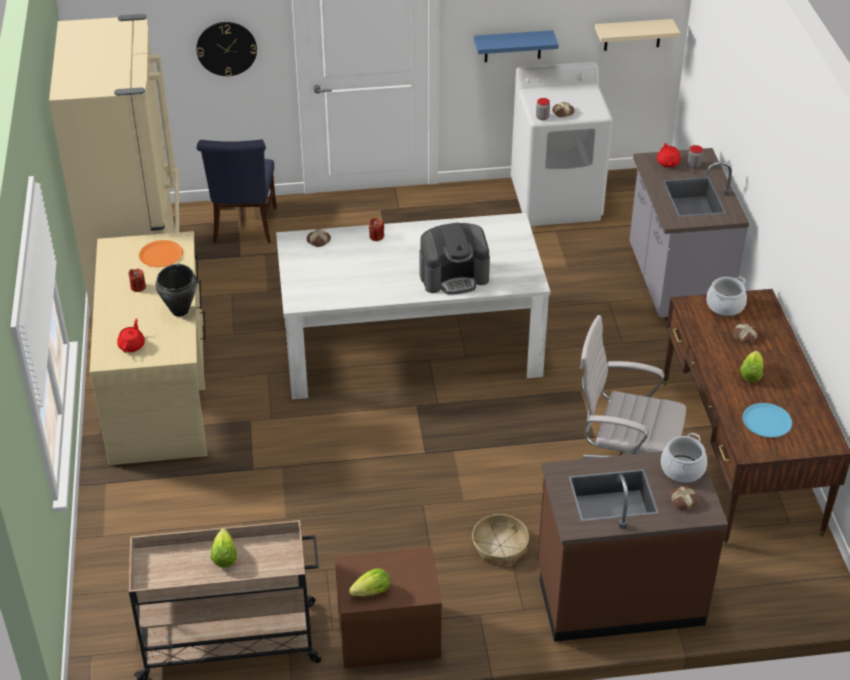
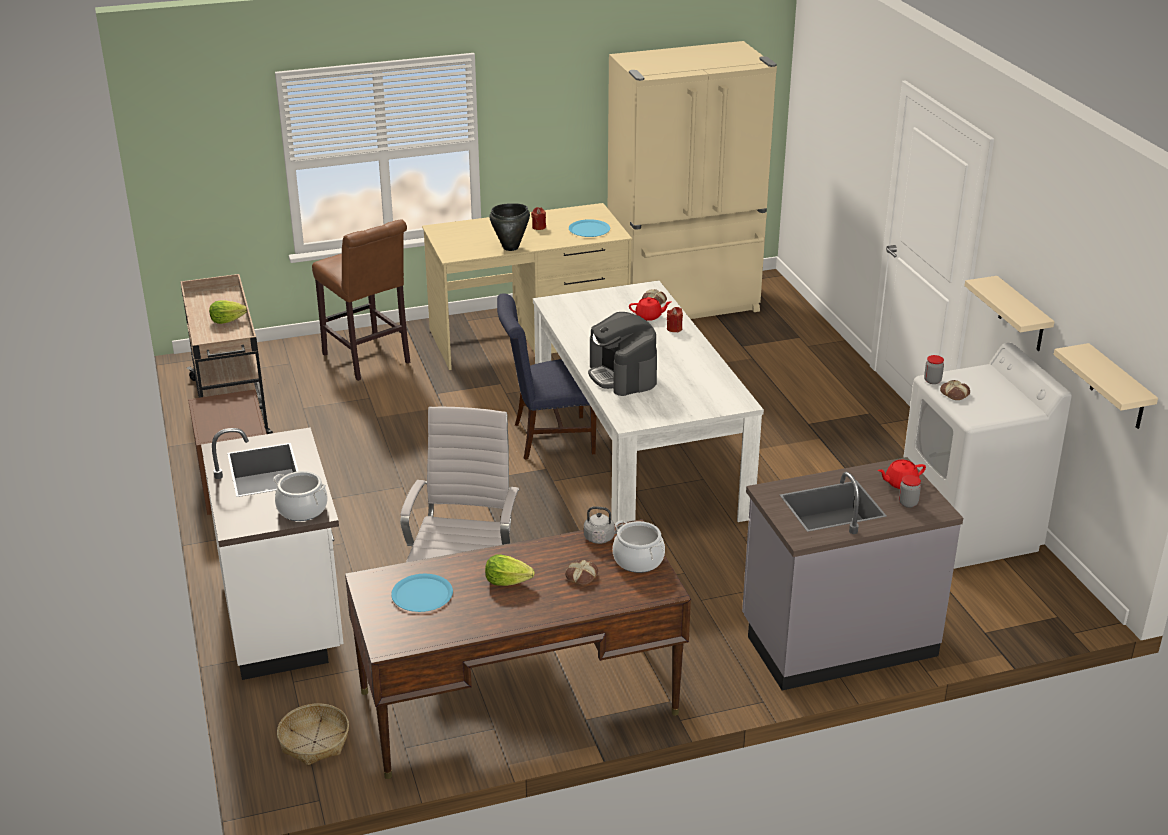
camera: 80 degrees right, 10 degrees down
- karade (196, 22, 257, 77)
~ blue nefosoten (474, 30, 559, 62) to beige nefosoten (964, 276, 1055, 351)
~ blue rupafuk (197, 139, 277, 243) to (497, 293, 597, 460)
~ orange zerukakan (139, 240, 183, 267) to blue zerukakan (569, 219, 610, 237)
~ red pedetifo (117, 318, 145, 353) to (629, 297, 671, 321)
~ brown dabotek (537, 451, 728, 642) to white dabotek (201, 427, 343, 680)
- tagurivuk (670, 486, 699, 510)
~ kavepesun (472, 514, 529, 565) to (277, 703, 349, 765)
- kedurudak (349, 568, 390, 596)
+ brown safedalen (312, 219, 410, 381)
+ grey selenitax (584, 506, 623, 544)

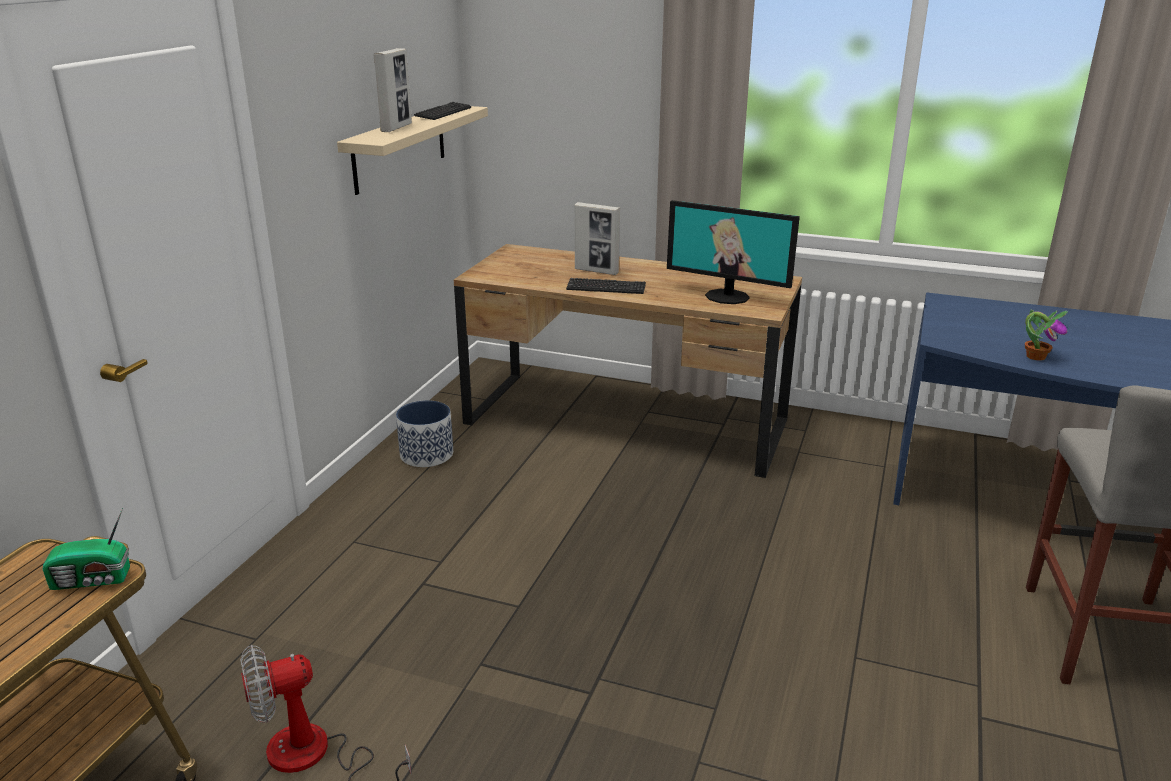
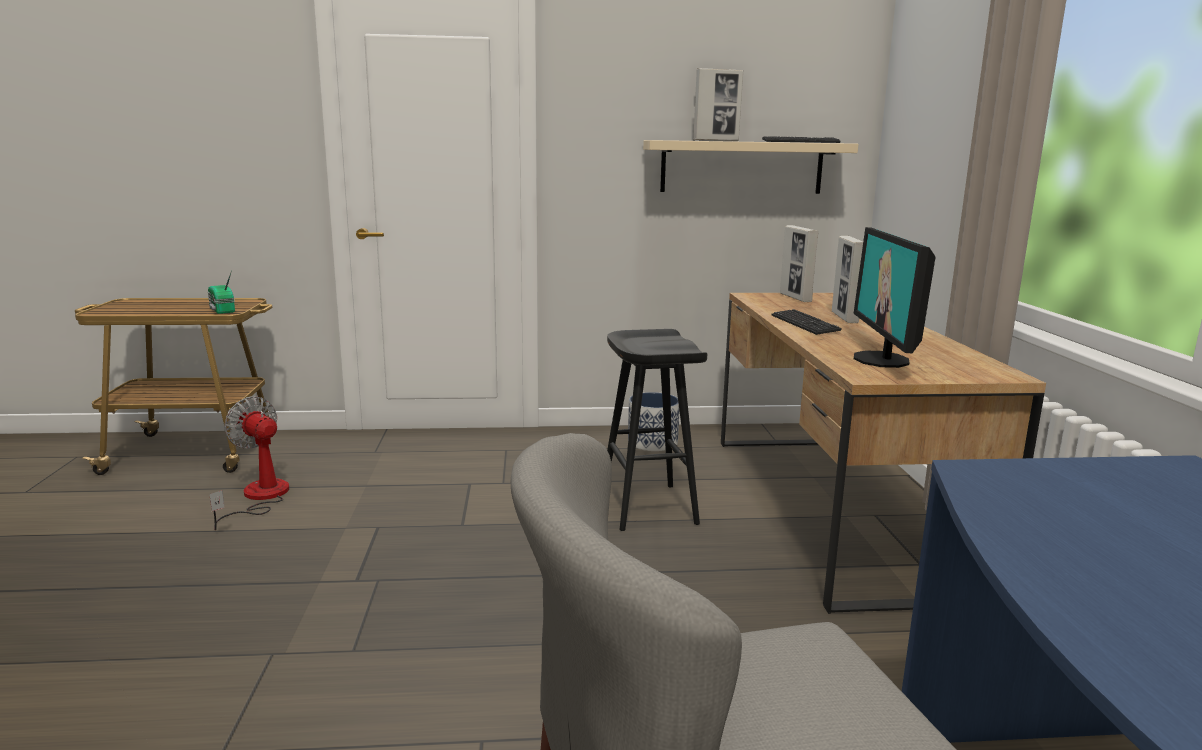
camera: 65 degrees right, 10 degrees down
- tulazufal (1025, 310, 1068, 361)
+ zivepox (780, 225, 819, 302)
+ black safedalen (607, 329, 707, 531)

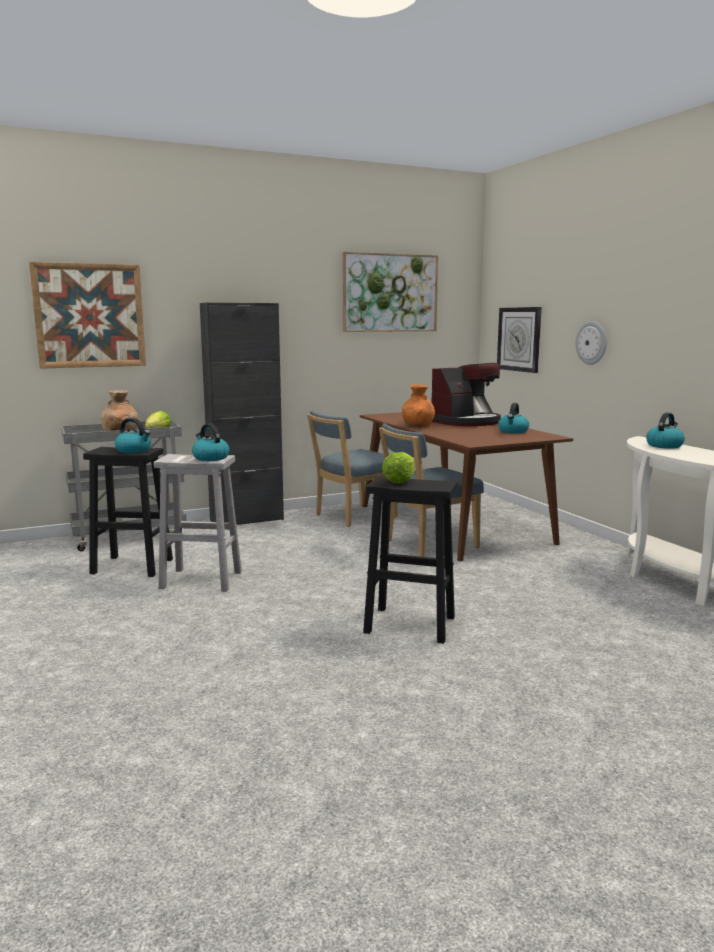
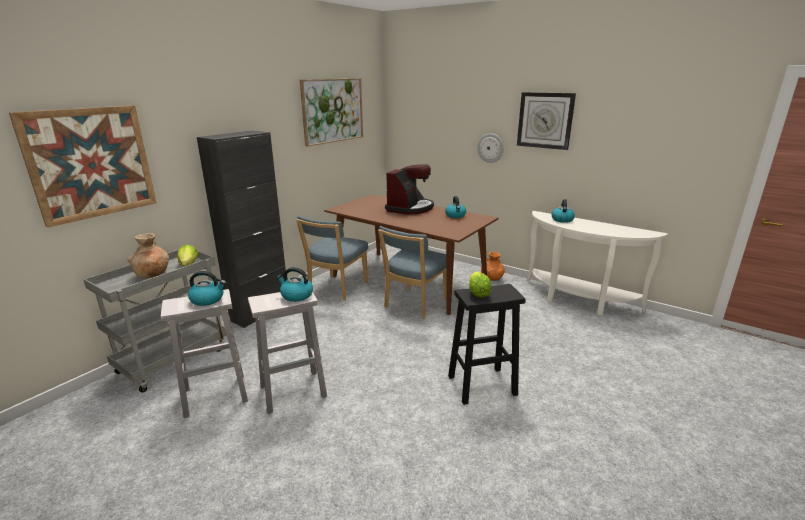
camera: 30 degrees left, 10 degrees up
~ karade (497, 307, 542, 373) to (517, 92, 576, 150)
~ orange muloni (402, 384, 435, 427) to (481, 252, 505, 281)
~ black safedalen (83, 447, 173, 577) to white safedalen (161, 289, 248, 418)

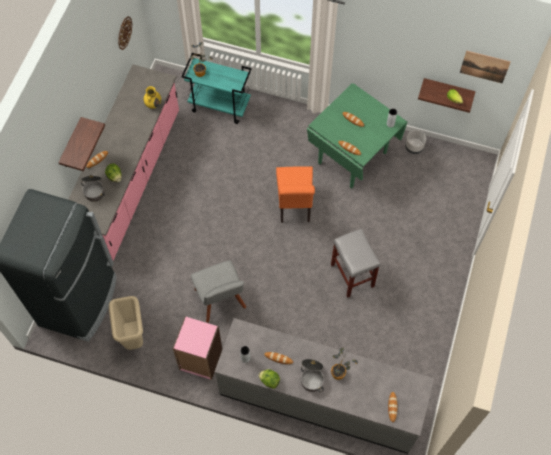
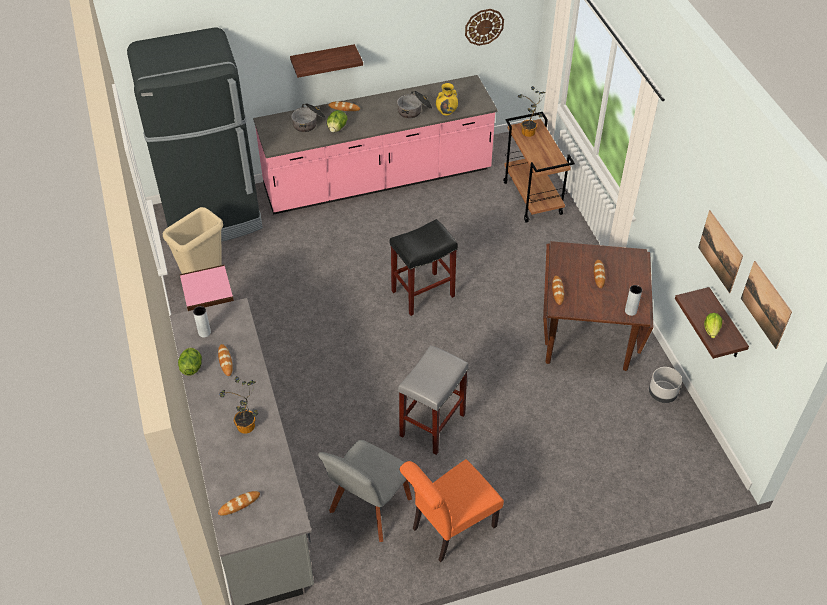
camera: 55 degrees right, 15 degrees down
~ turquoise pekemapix (181, 53, 252, 124) to brown pekemapix (503, 112, 575, 222)
~ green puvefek (307, 83, 407, 188) to brown puvefek (543, 241, 653, 371)
~ orange rupafuk (276, 166, 315, 223) to (399, 459, 504, 562)
~ grey rupafuk (191, 260, 246, 323) to (318, 440, 412, 542)
~ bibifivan (301, 359, 324, 392) to (397, 91, 432, 118)
+ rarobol (698, 210, 743, 293)
+ black safedalen (390, 219, 458, 316)

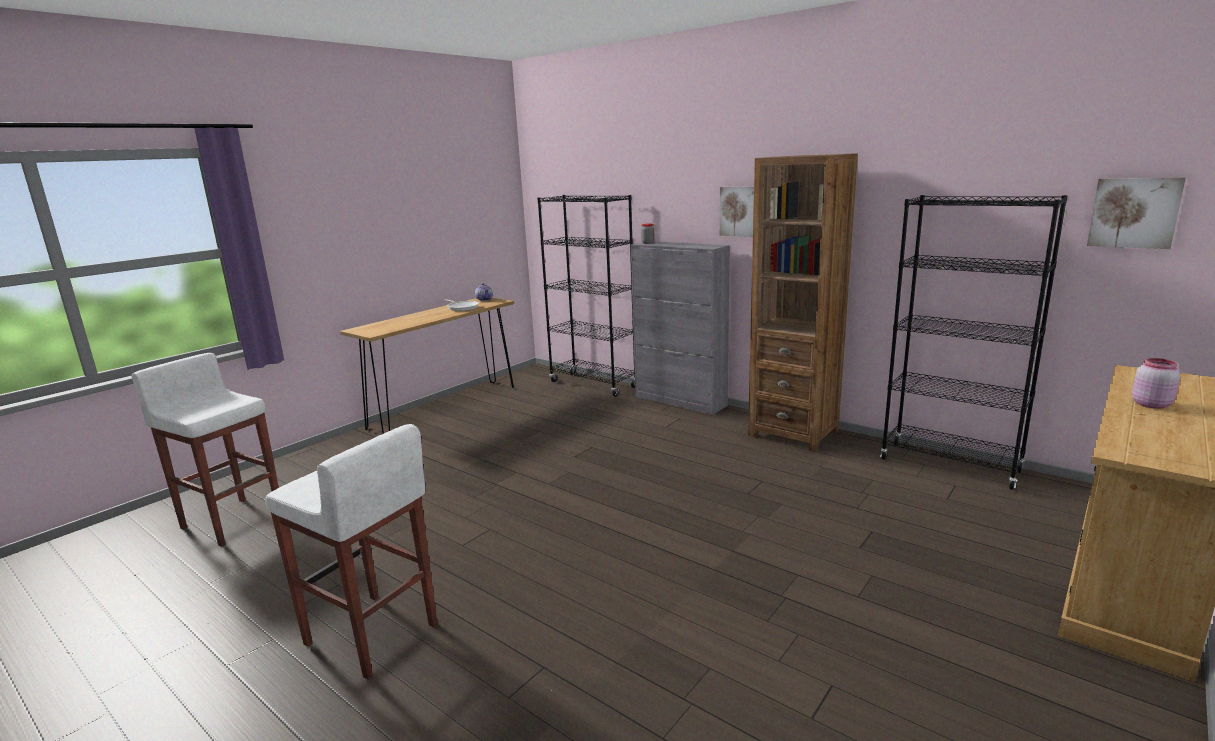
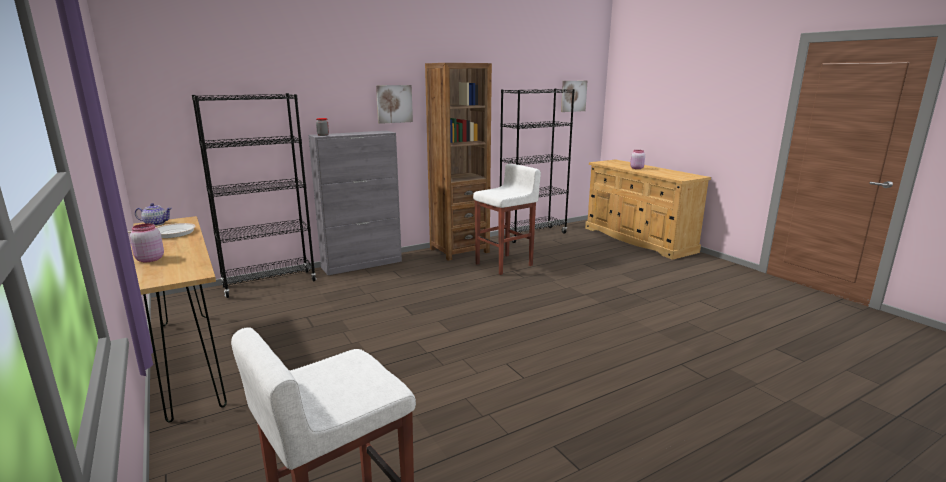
camera: 70 degrees left, 0 degrees up
~ white safedalen (265, 424, 437, 680) to (473, 164, 541, 275)
+ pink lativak (130, 223, 164, 262)

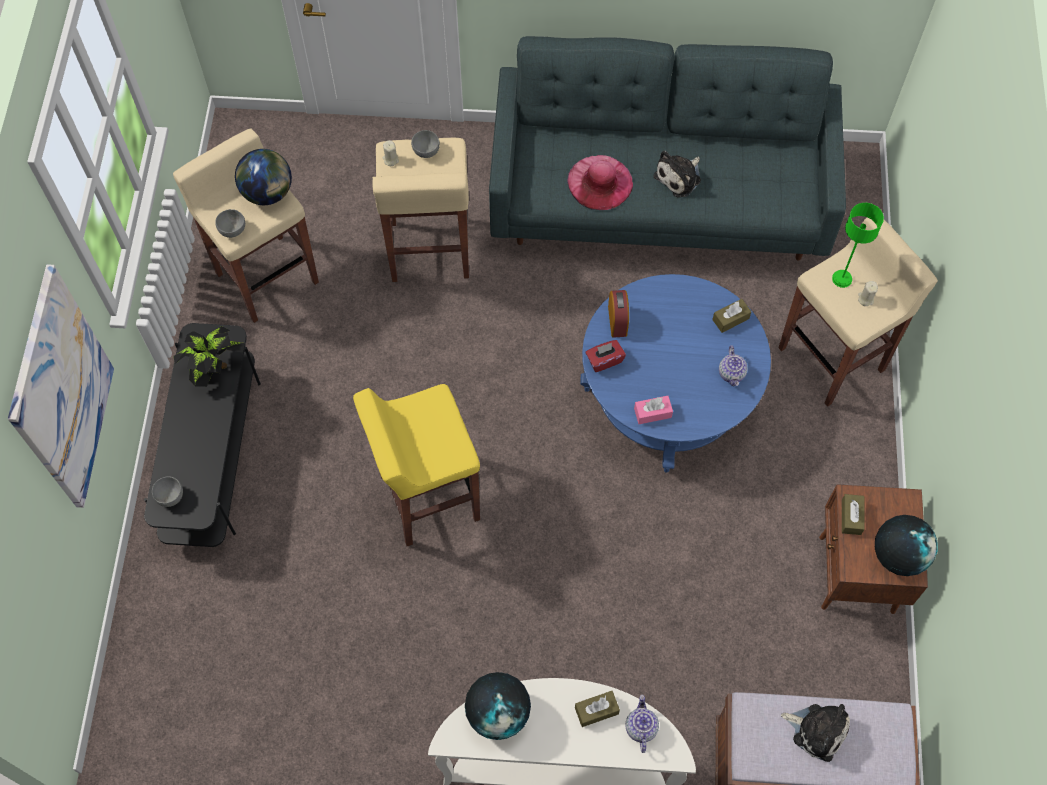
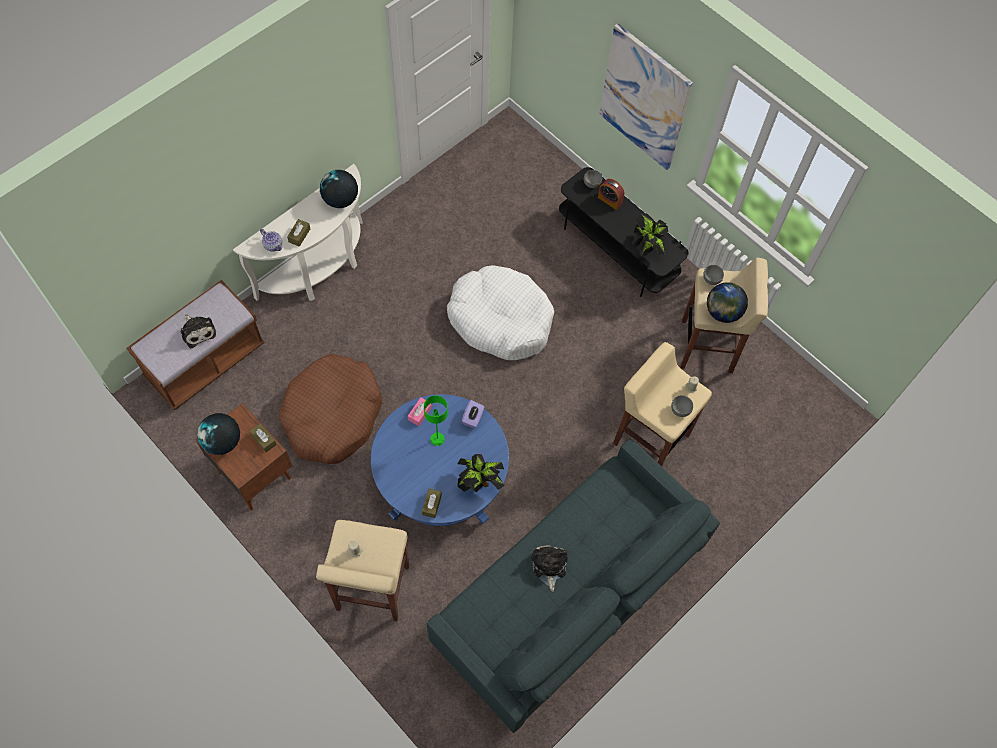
camera: 130 degrees right, 0 degrees up
- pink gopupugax (567, 155, 633, 210)
~ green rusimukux (832, 203, 884, 288) to (424, 395, 448, 446)
~ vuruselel (608, 290, 629, 338) to (598, 179, 624, 210)
~ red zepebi (585, 340, 626, 372) to purple zepebi (461, 400, 484, 428)
- pedetifo (719, 345, 748, 387)
~ yellow safedalen (353, 384, 480, 547) to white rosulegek (447, 265, 554, 360)
~ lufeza (781, 704, 850, 762) = (180, 315, 216, 348) 105 degrees counterclockwise
+ brown rosulegek (279, 354, 382, 464)
+ tulazufal (457, 454, 505, 492)

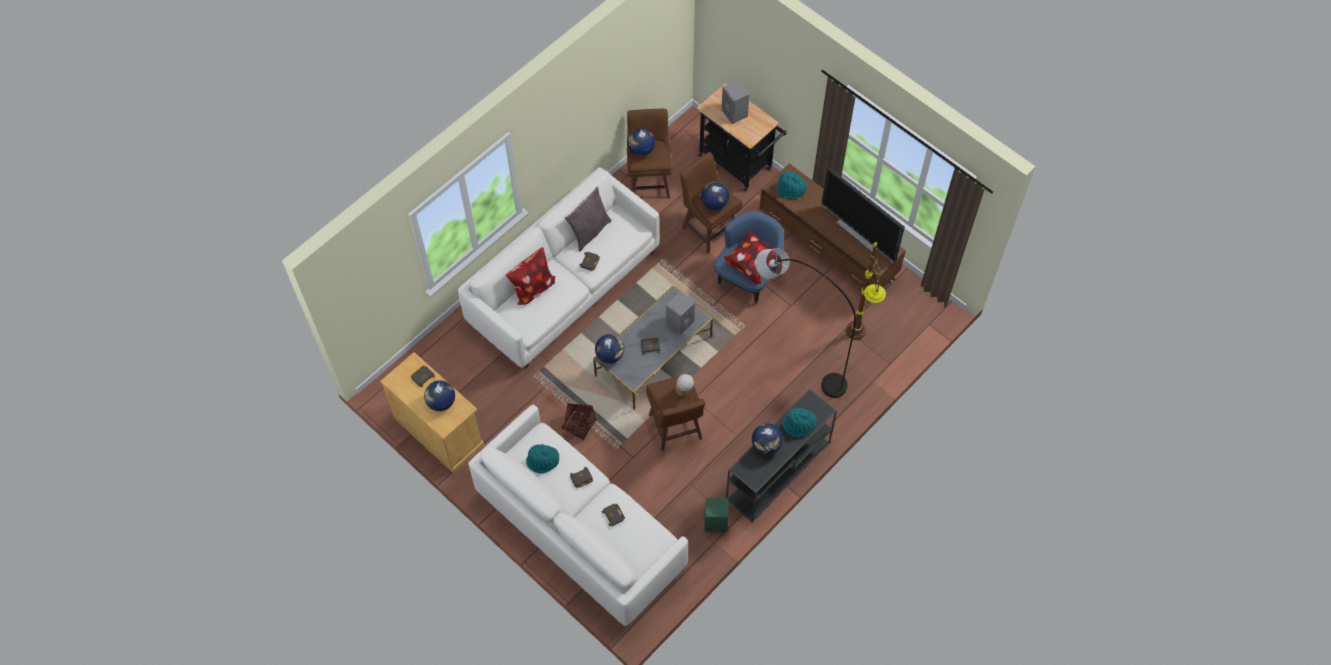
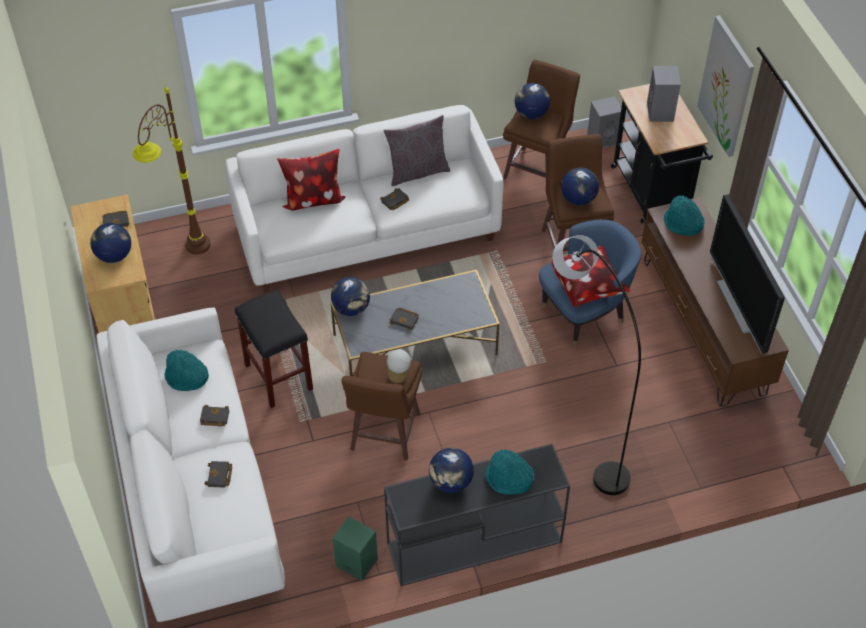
camera: 30 degrees right, 10 degrees down
~ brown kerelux (846, 242, 886, 340) to (133, 84, 210, 254)
~ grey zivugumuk (666, 291, 695, 335) to (587, 97, 621, 148)
~ kavepesun (562, 403, 596, 440) to black safedalen (235, 290, 313, 408)
+ rarobol (697, 15, 754, 157)

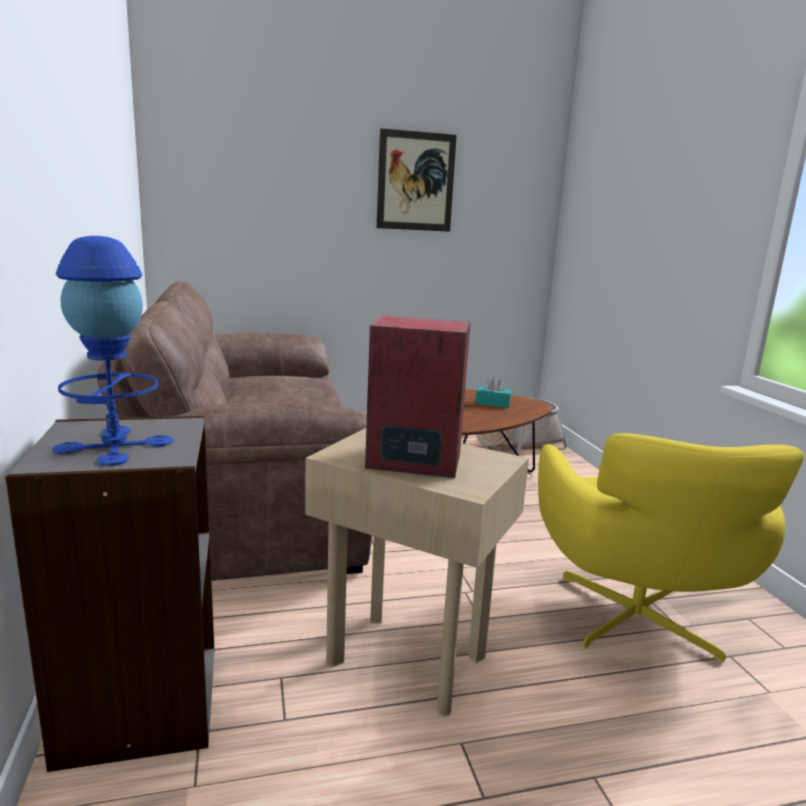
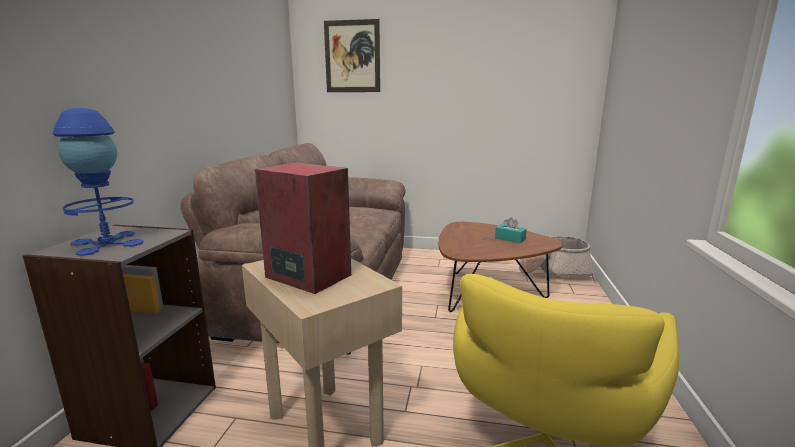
camera: 25 degrees right, 0 degrees up
~ rarobol (377, 128, 457, 232) to (324, 19, 380, 92)

